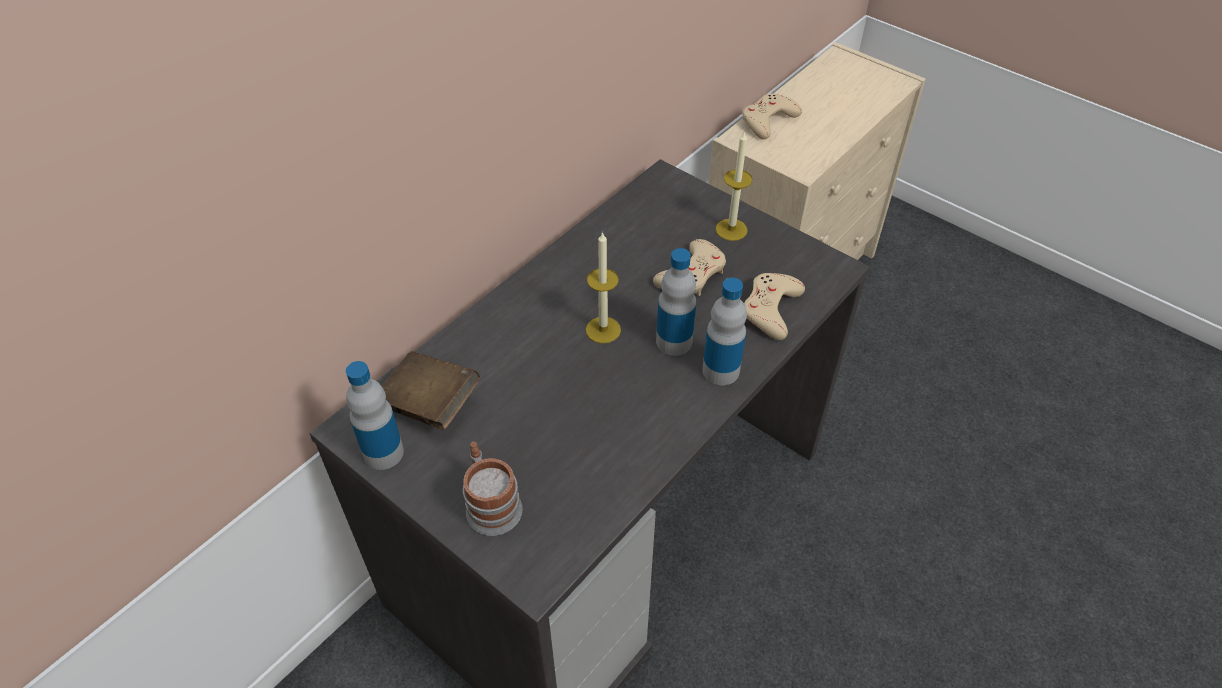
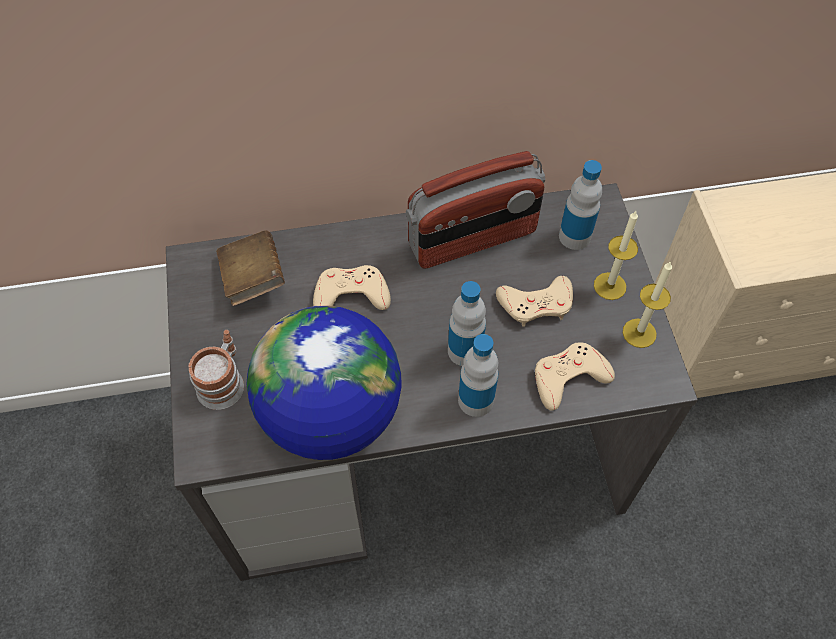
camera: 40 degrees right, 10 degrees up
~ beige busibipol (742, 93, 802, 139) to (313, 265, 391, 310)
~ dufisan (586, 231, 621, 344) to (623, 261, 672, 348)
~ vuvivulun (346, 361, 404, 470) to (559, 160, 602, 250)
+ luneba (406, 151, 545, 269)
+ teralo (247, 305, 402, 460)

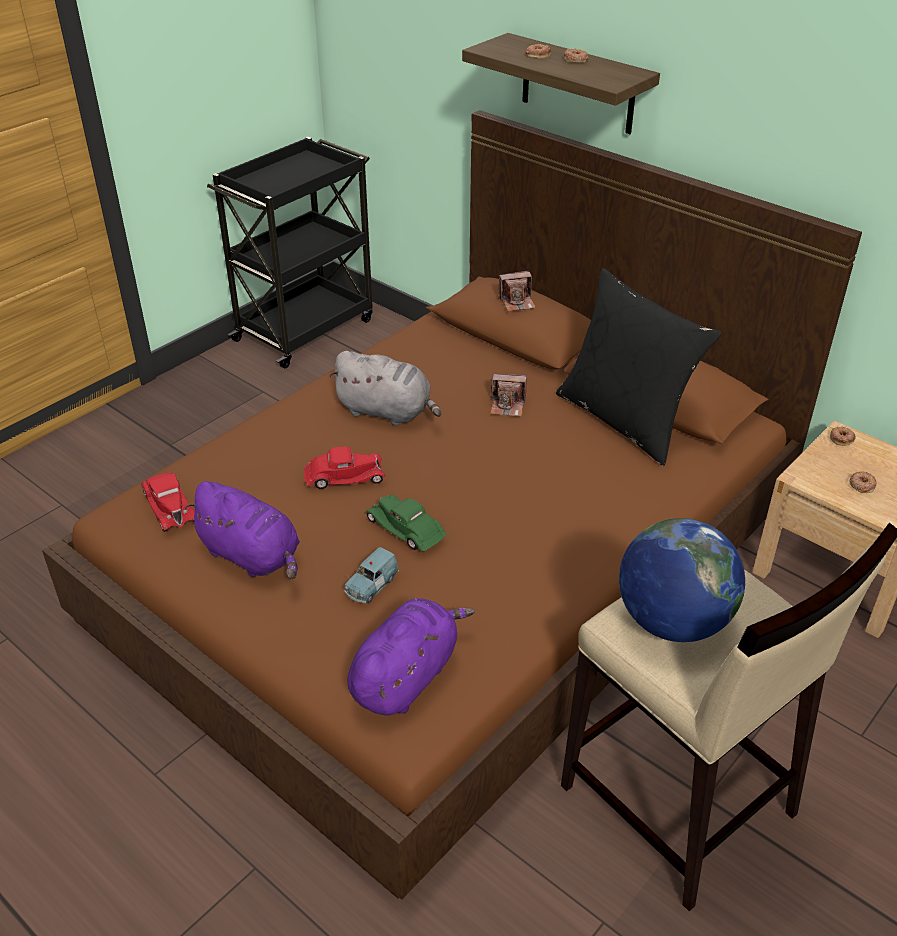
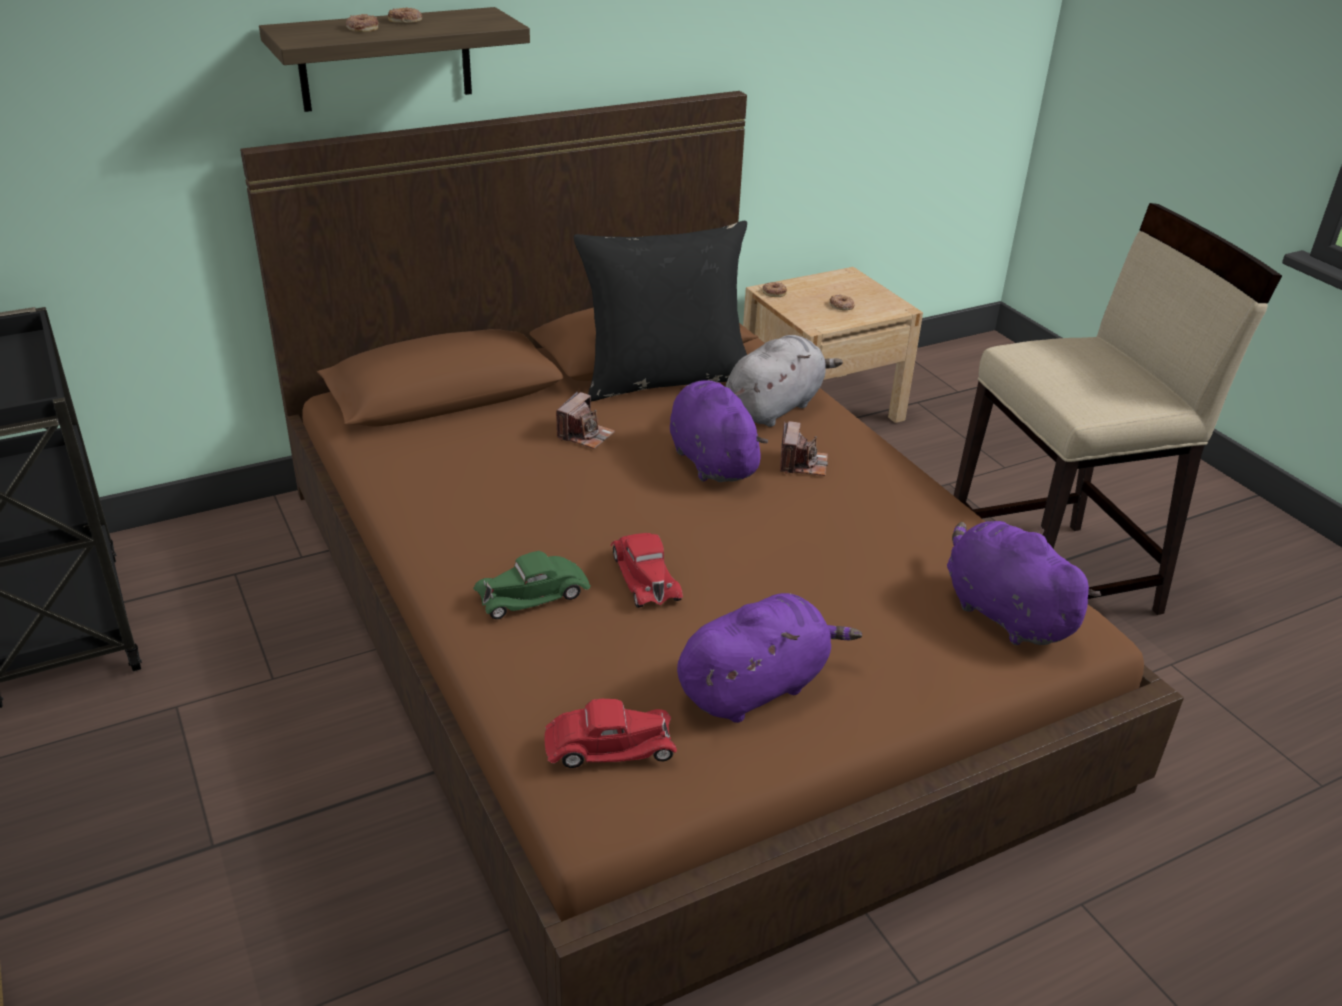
camera: 70 degrees left, 5 degrees down
~ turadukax (498, 271, 536, 311) to (780, 421, 828, 476)
~ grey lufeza (329, 351, 441, 426) to (725, 335, 843, 427)
~ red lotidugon (304, 447, 385, 489) = (611, 533, 683, 608) 150 degrees clockwise
~ green lotidugon (365, 495, 446, 551) to (473, 551, 591, 619)
- teralo (619, 518, 745, 642)
- blue lotidugon (344, 547, 399, 603)
+ purple lufeza (670, 380, 768, 482)

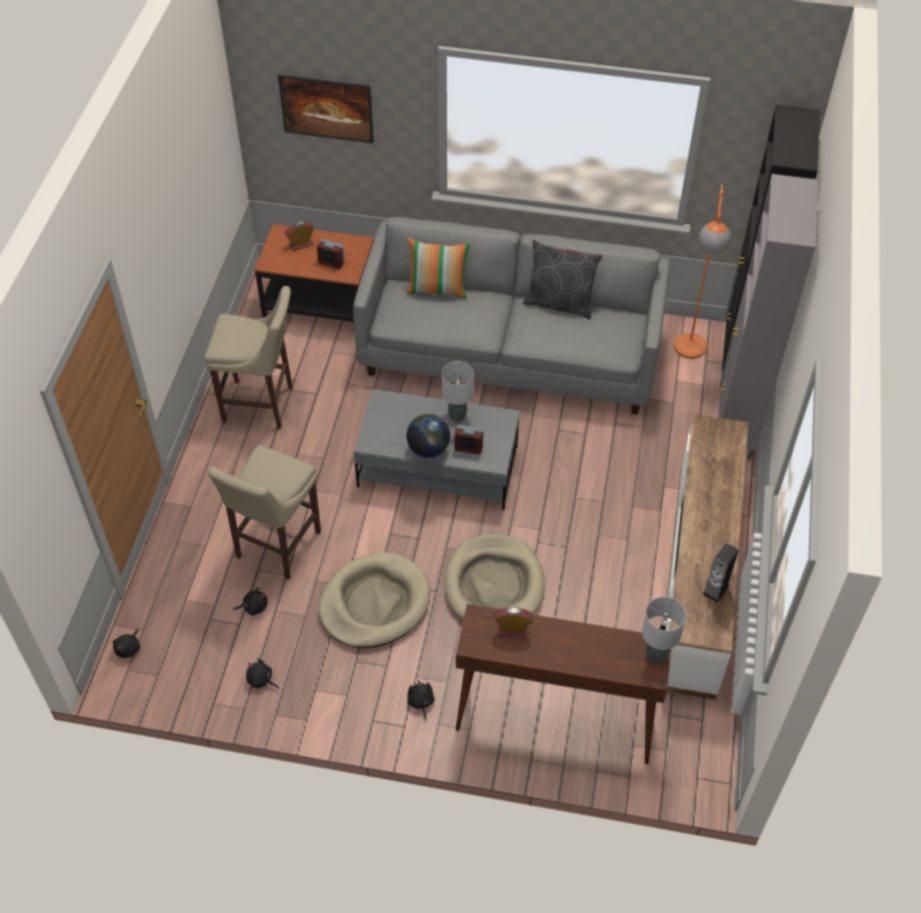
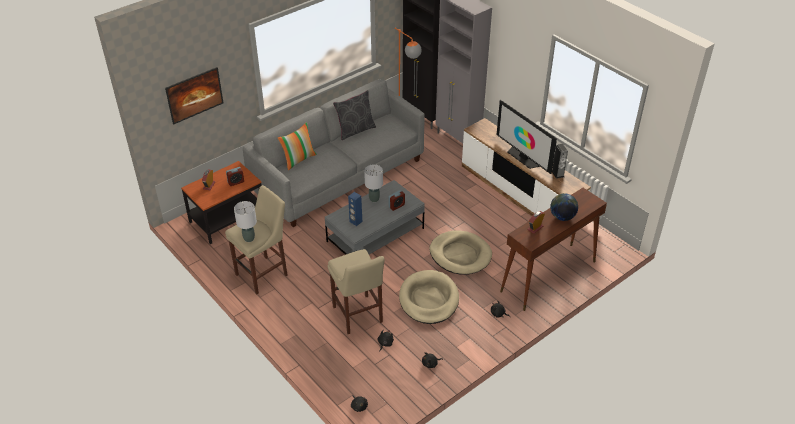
camera: 50 degrees left, 10 degrees down
~ teralo (407, 414, 450, 458) to (550, 193, 578, 221)
~ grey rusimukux (642, 597, 686, 663) to (234, 201, 257, 242)
+ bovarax (496, 100, 557, 174)
+ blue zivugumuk (348, 192, 362, 226)

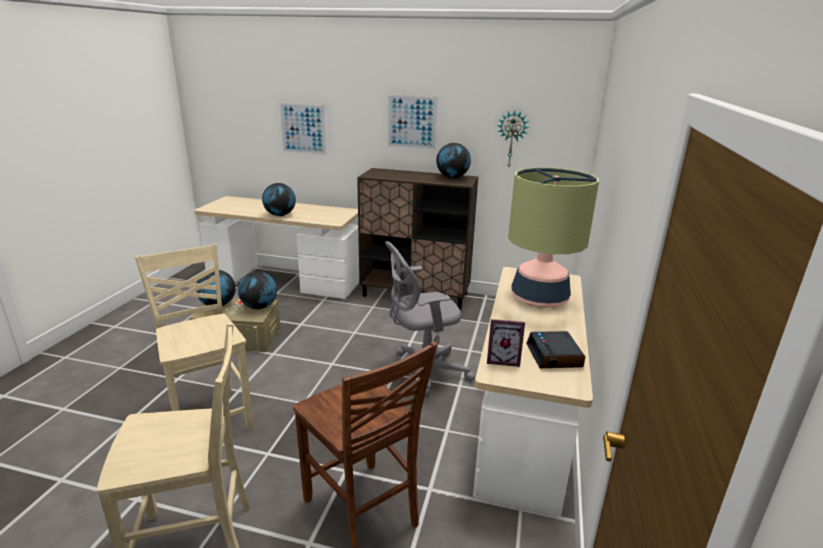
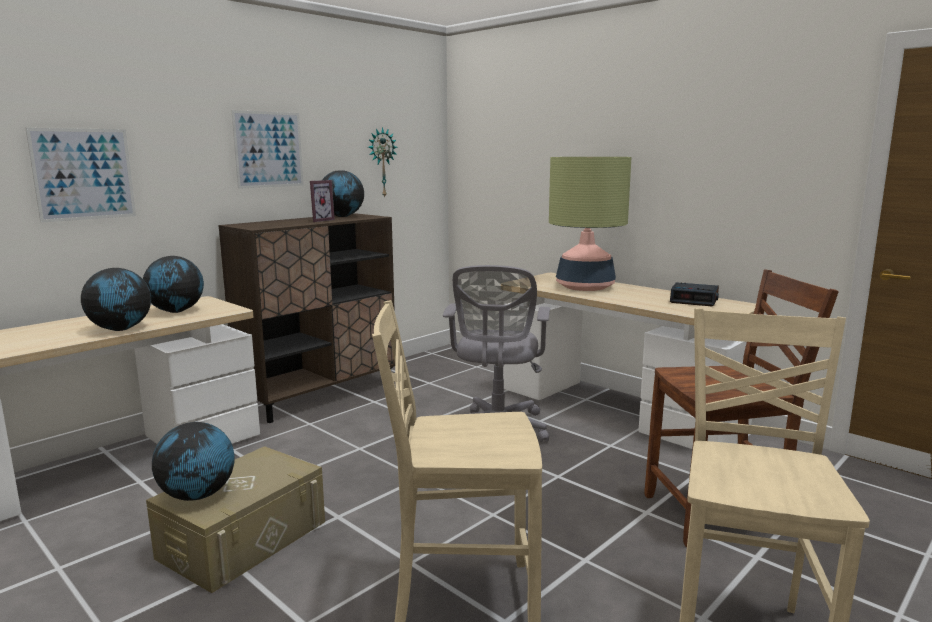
camera: 60 degrees left, 10 degrees down
~ teralo (238, 271, 277, 309) to (143, 256, 204, 313)
~ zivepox (487, 319, 525, 367) to (310, 180, 335, 222)

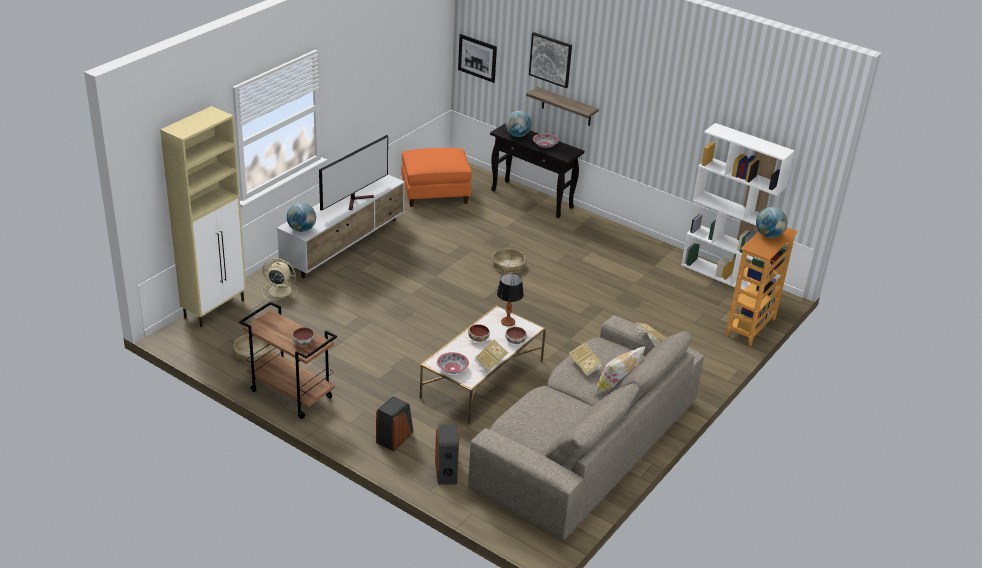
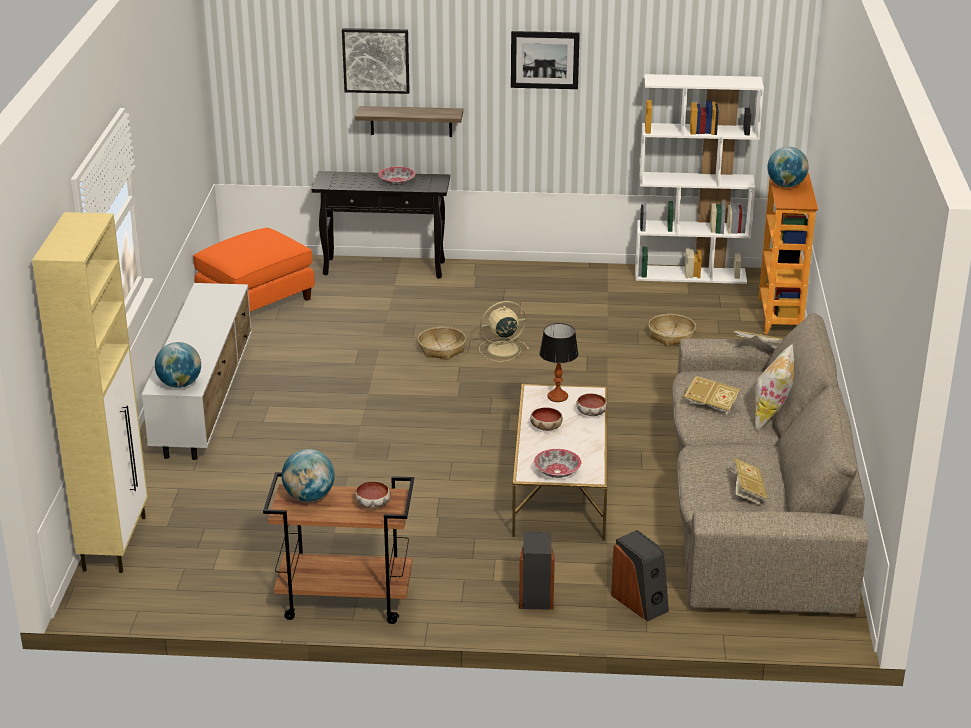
camera: 30 degrees left, 5 degrees down
~ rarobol (458, 34, 497, 83) to (511, 31, 580, 89)
~ teralo (505, 111, 532, 137) to (282, 449, 335, 502)
- bovarax (319, 135, 388, 210)
~ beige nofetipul (262, 258, 297, 300) to (479, 301, 529, 362)
~ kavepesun (233, 334, 271, 363) to (648, 314, 696, 346)
~ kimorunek (475, 340, 508, 372) to (731, 458, 768, 505)

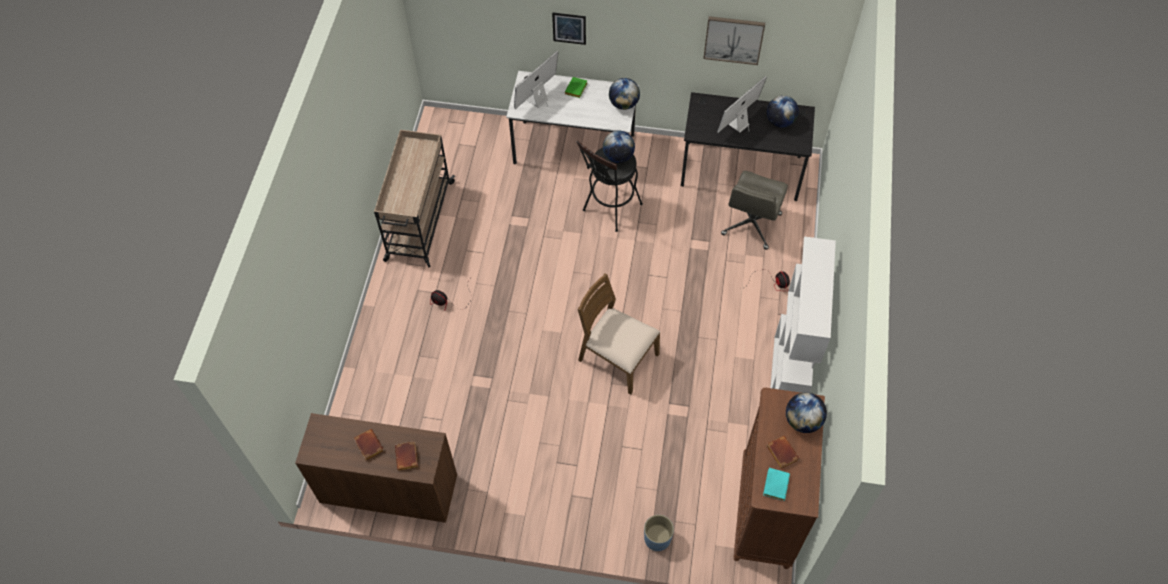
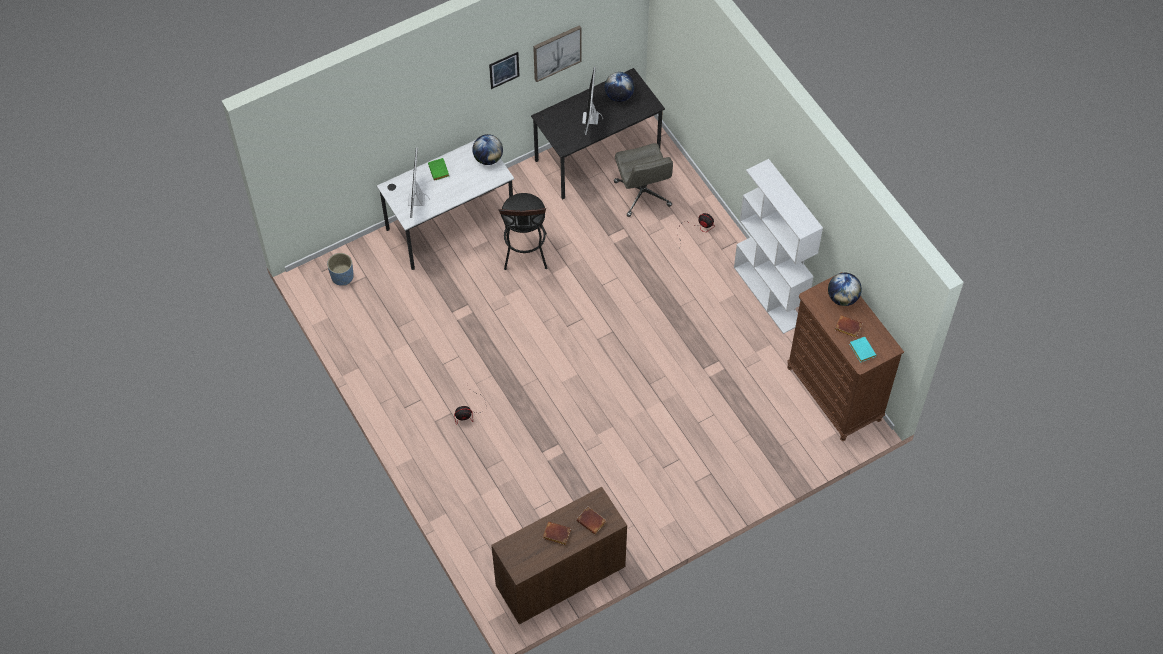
camera: 40 degrees left, 0 degrees up
~ rarobol (552, 12, 586, 45) to (489, 52, 520, 89)
- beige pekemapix (374, 130, 455, 267)
- teralo (603, 130, 635, 163)
- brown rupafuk (578, 274, 660, 395)
~ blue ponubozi (644, 515, 674, 551) to (327, 253, 354, 286)

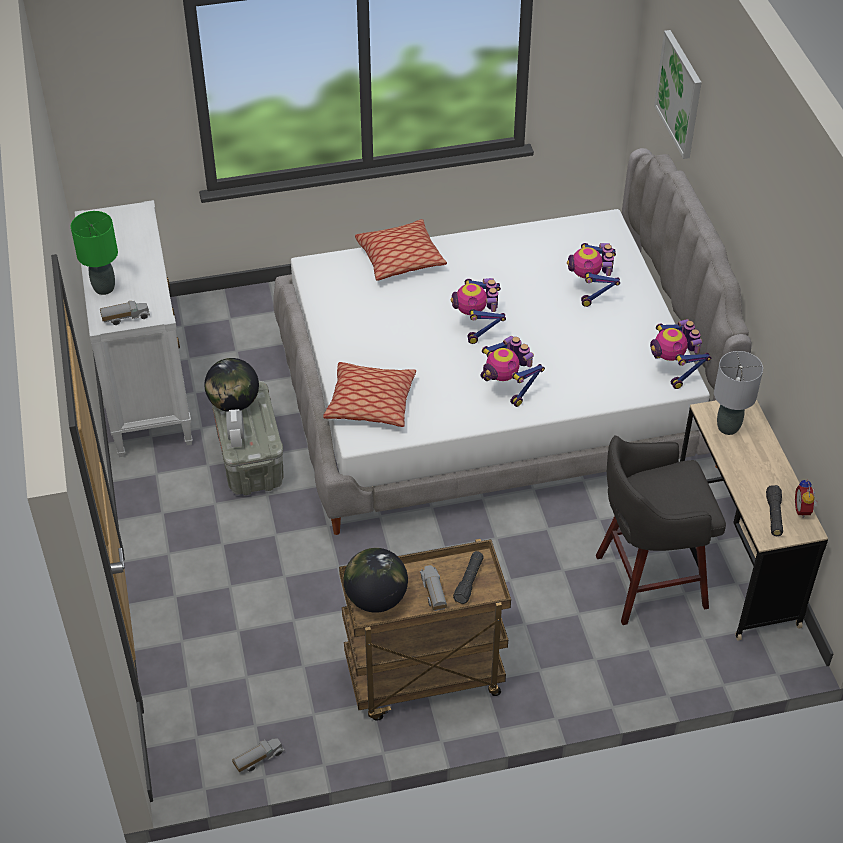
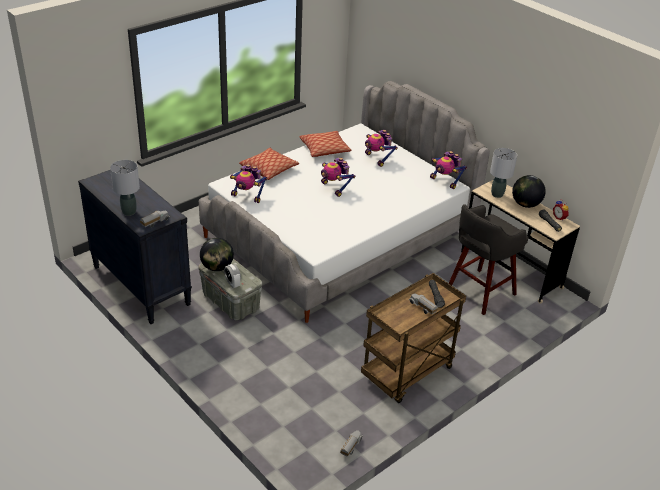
camera: 30 degrees left, 10 degrees down
- rarobol (654, 30, 702, 159)
~ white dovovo (75, 200, 193, 457) to black dovovo (78, 170, 192, 324)
~ green rusimukux (71, 211, 118, 295) to grey rusimukux (110, 160, 140, 216)
~ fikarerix (481, 336, 545, 407) to (230, 164, 267, 203)
~ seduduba (323, 362, 416, 427) to (300, 131, 352, 157)
~ teralo (343, 548, 408, 613) to (512, 175, 546, 208)

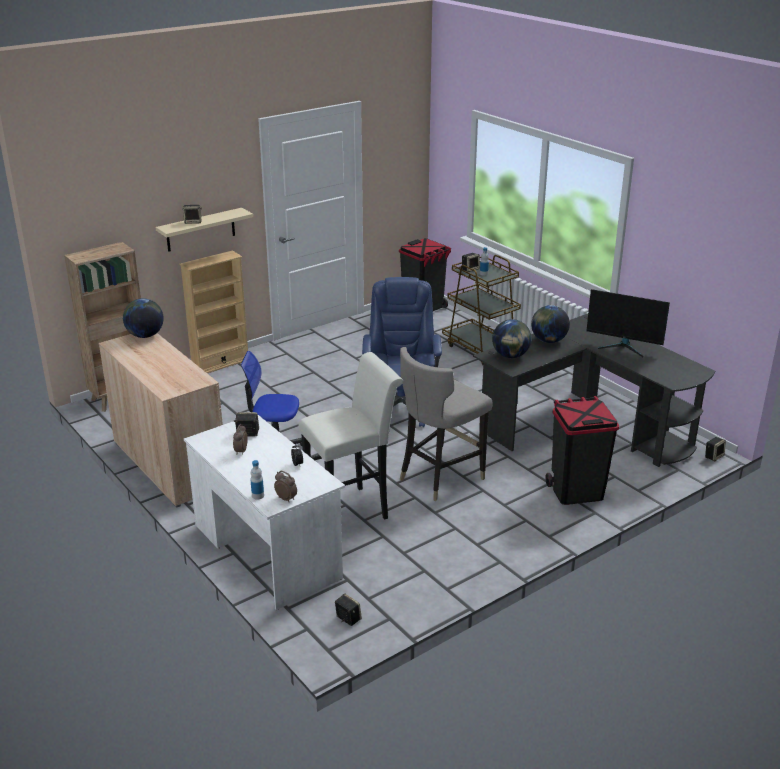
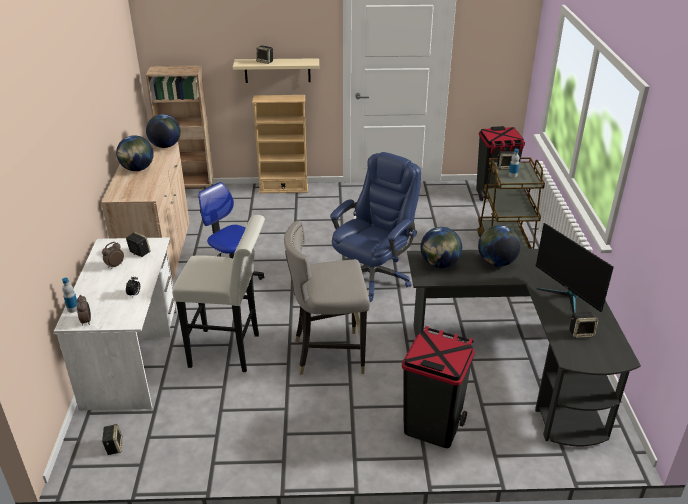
camera: 35 degrees right, 5 degrees up
~ zivugumuk (705, 437, 726, 461) to (569, 312, 599, 338)
+ teralo (116, 135, 154, 171)

